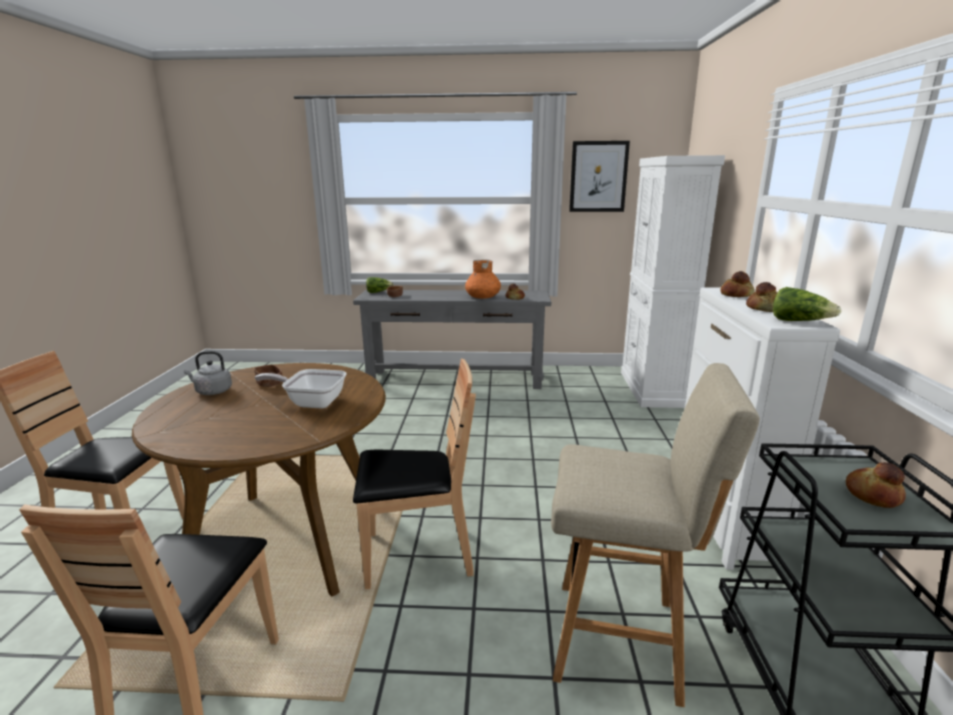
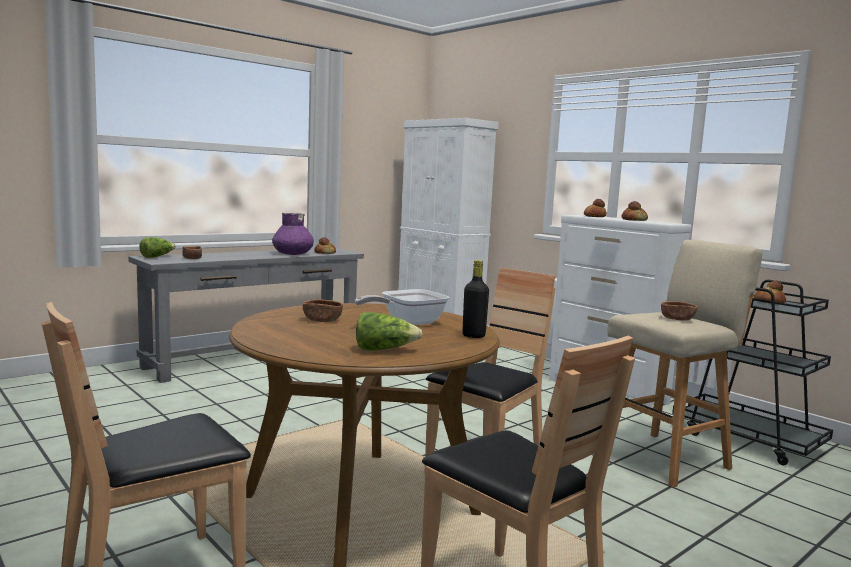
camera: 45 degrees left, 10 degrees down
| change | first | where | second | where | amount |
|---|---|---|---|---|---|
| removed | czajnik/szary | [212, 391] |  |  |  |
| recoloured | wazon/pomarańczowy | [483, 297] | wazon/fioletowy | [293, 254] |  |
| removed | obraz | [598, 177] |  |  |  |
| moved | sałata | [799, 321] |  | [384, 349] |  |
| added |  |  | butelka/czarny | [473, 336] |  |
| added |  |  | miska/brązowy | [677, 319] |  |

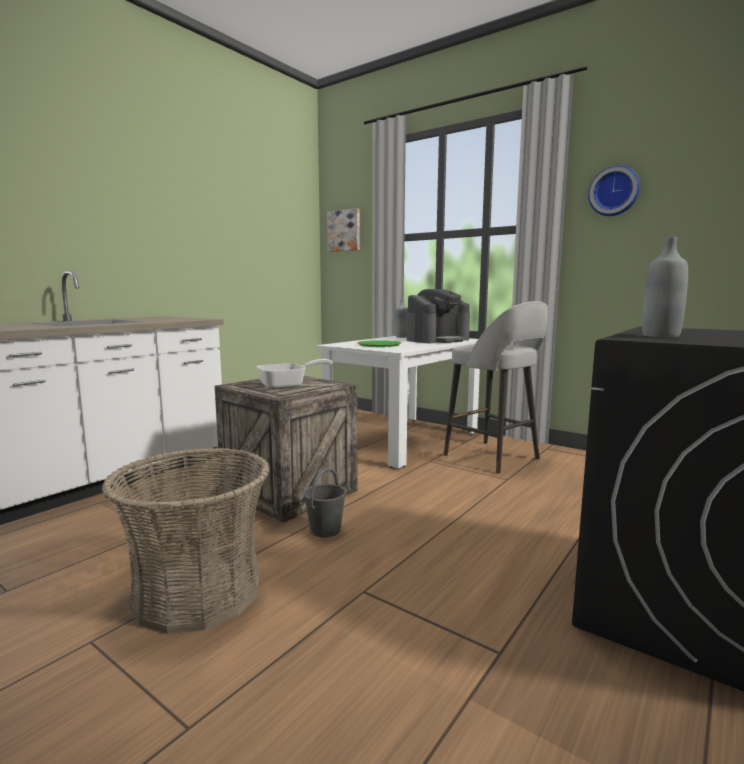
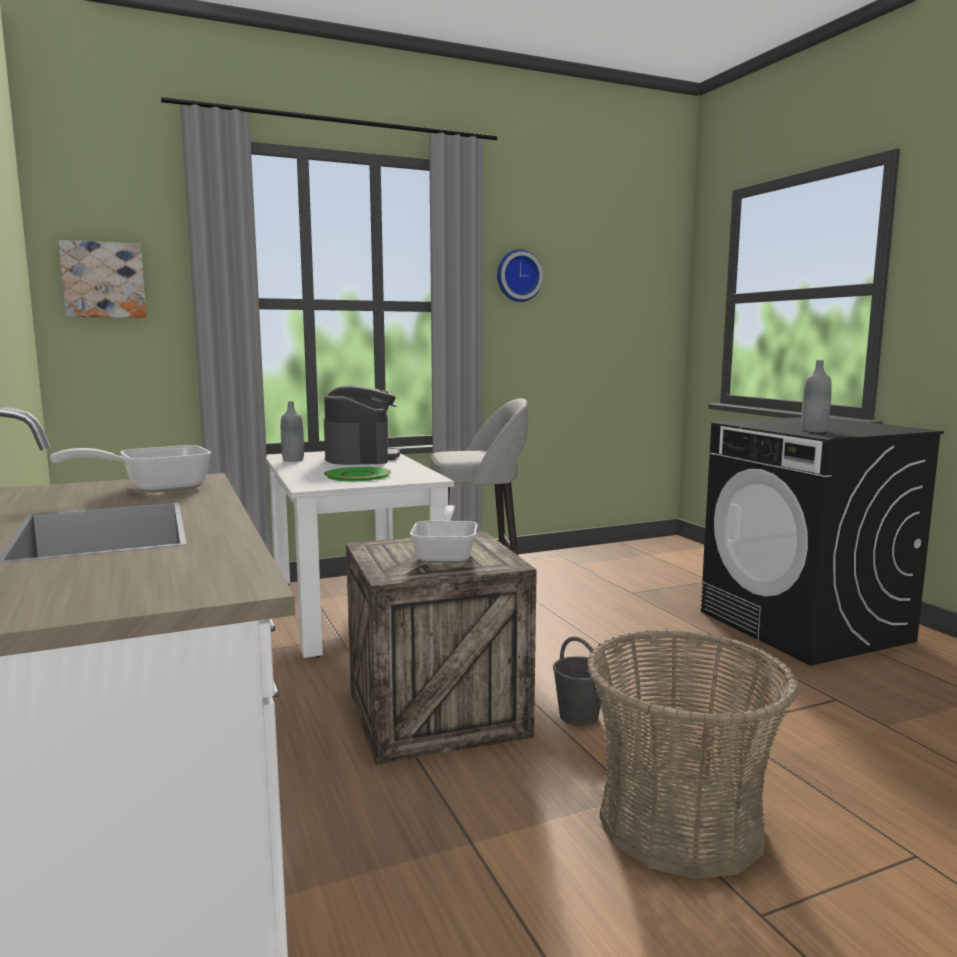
camera: 60 degrees left, 0 degrees up
| change | first | where | second | where | amount |
|---|---|---|---|---|---|
| added |  |  | patelnia | [154, 488] |  |

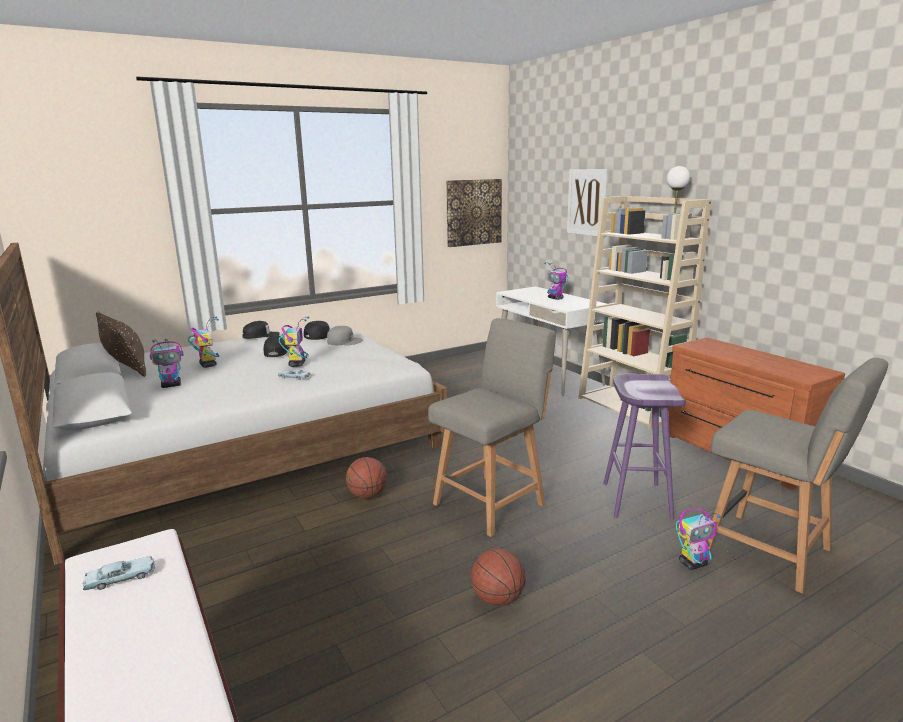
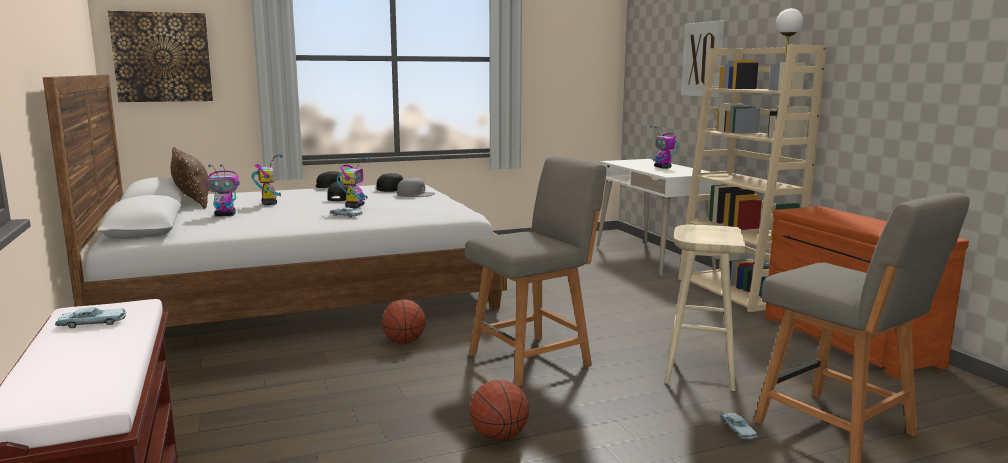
camera: 10 degrees right, 5 degrees down
| change | first | where | second | where | amount |
|---|---|---|---|---|---|
| moved | obraz | [473, 212] |  | [162, 57] |  |
| recoloured | stołek/fioletowy | [635, 499] | stołek/beżowy | [698, 370] |  |
| replaced | robot zabawkowy | [694, 563] | samochodzik/niebieski | [738, 430] |  |

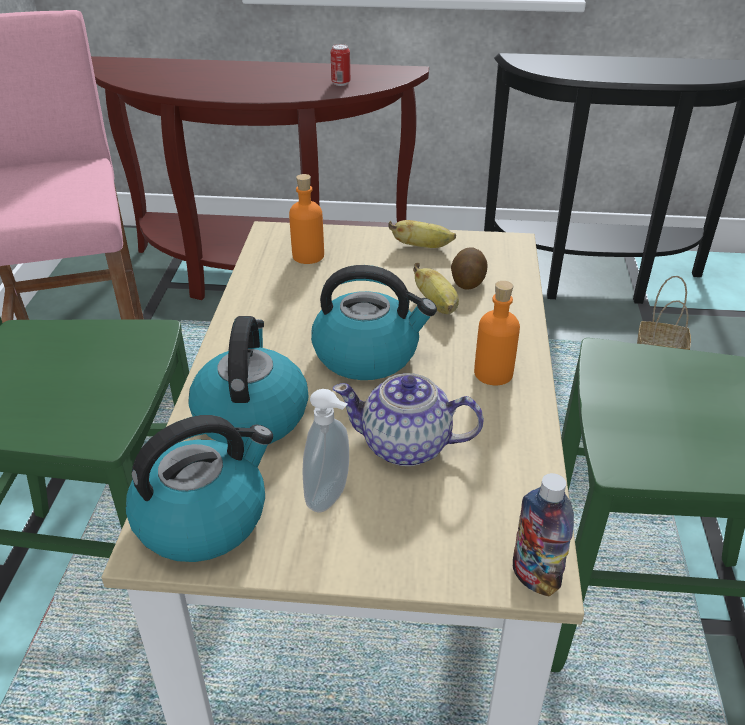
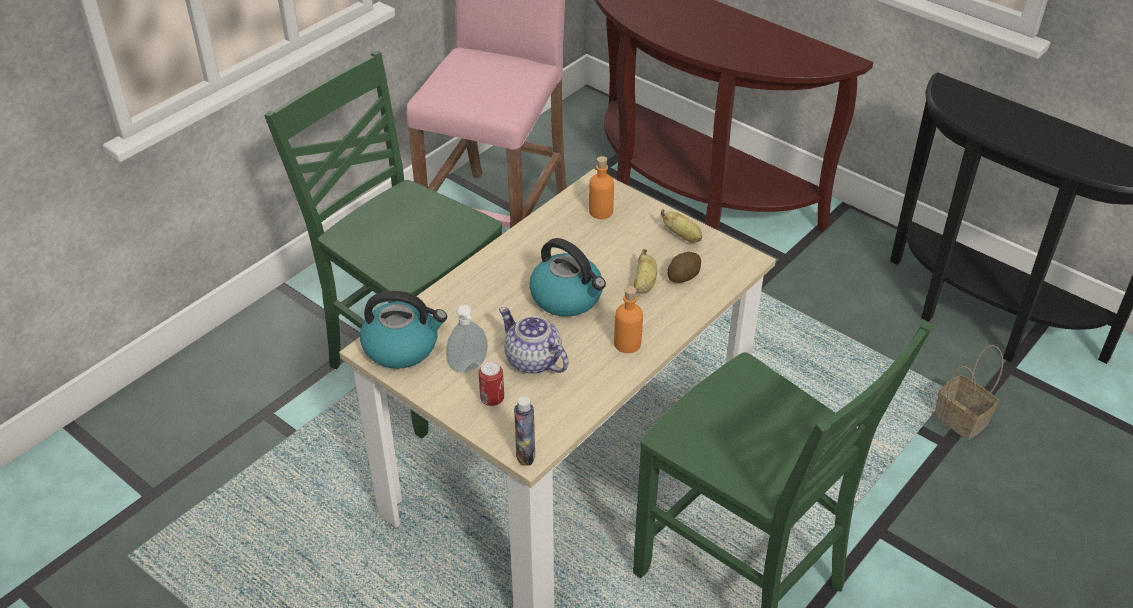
camera: 35 degrees right, 5 degrees up
| change | first | where | second | where | amount |
|---|---|---|---|---|---|
| removed | czajnik | [251, 414] |  |  |  |
| moved | puszka | [341, 83] |  | [492, 399] |  |

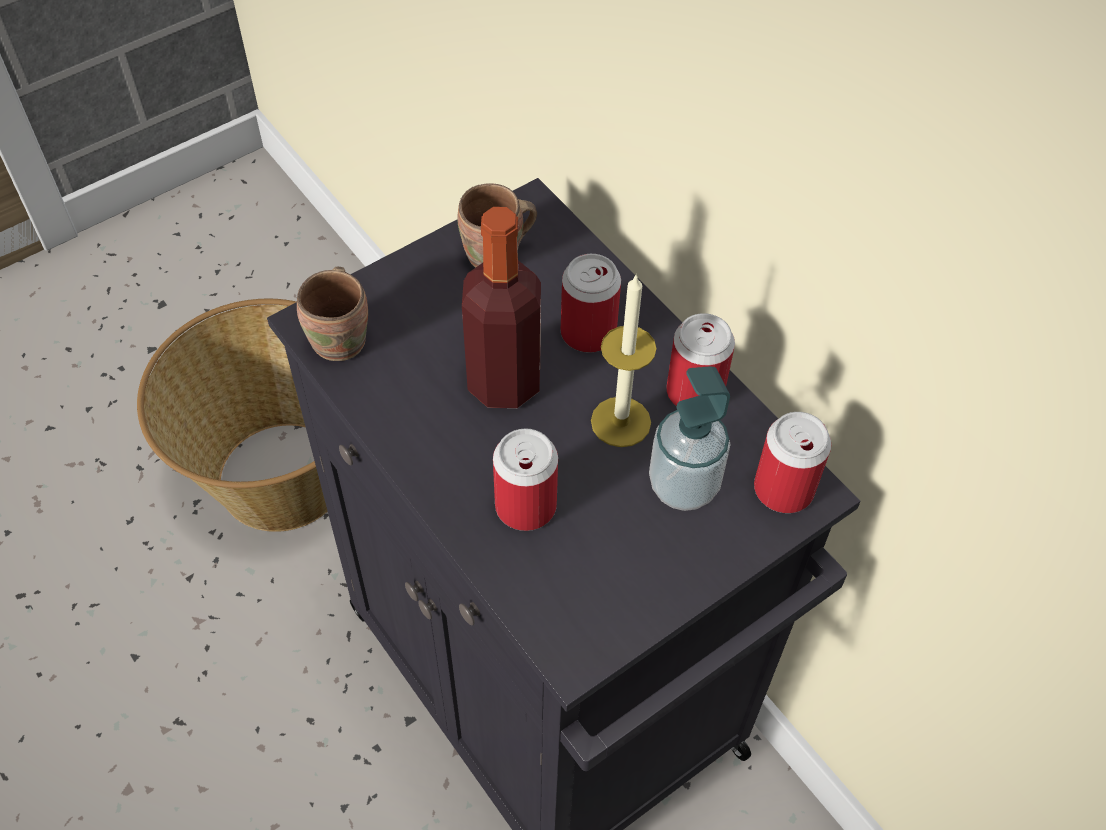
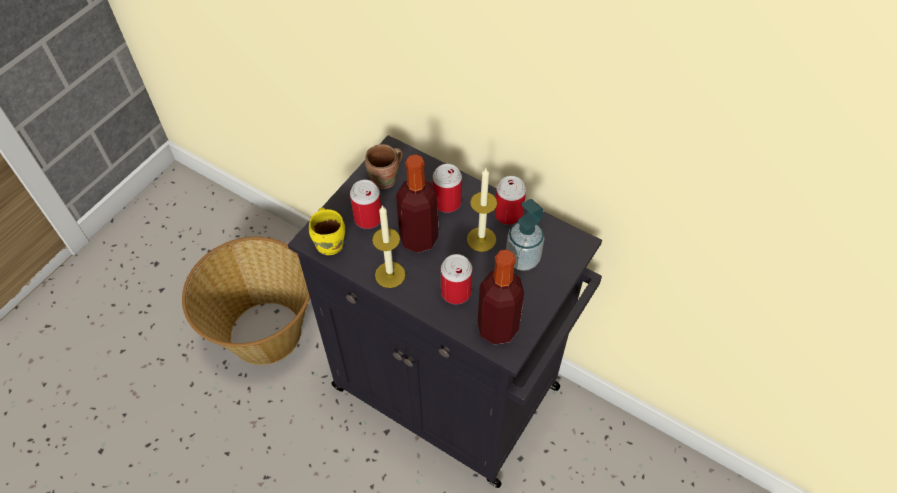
camera: 20 degrees left, 0 degrees up
| change | first | where | second | where | amount |
|---|---|---|---|---|---|
| recoloured | kubek/brązowy | [343, 339] | kubek/żółty | [331, 243] |  |
| moved | puszka | [783, 489] |  | [368, 218] |  |
| added |  |  | świeca | [390, 274] |  |
| added |  |  | butelka | [497, 328] |  |

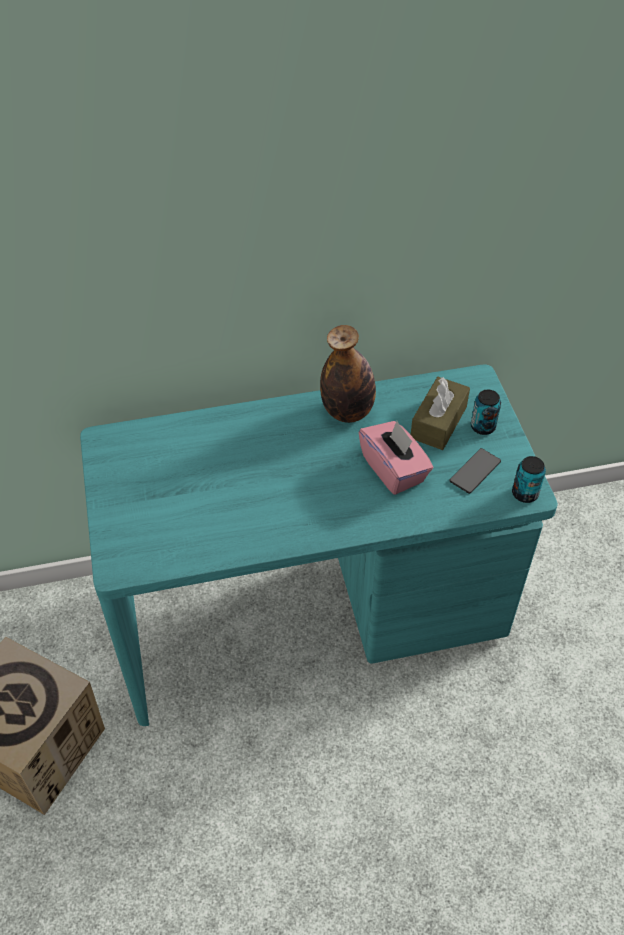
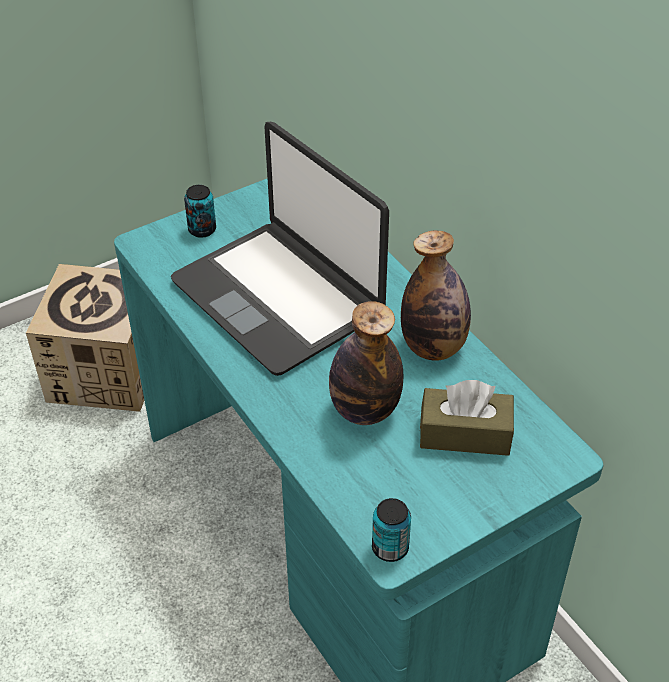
camera: 70 degrees right, 5 degrees down
| change | first | where | second | where | amount |
|---|---|---|---|---|---|
| replaced | pudełko chusteczek/różowy | [394, 470] | butelka | [364, 410] |  |
| removed | telefon | [475, 471] |  |  |  |
| moved | puszka | [482, 427] |  | [202, 230] |  |
| added |  |  | laptop | [279, 297] |  |

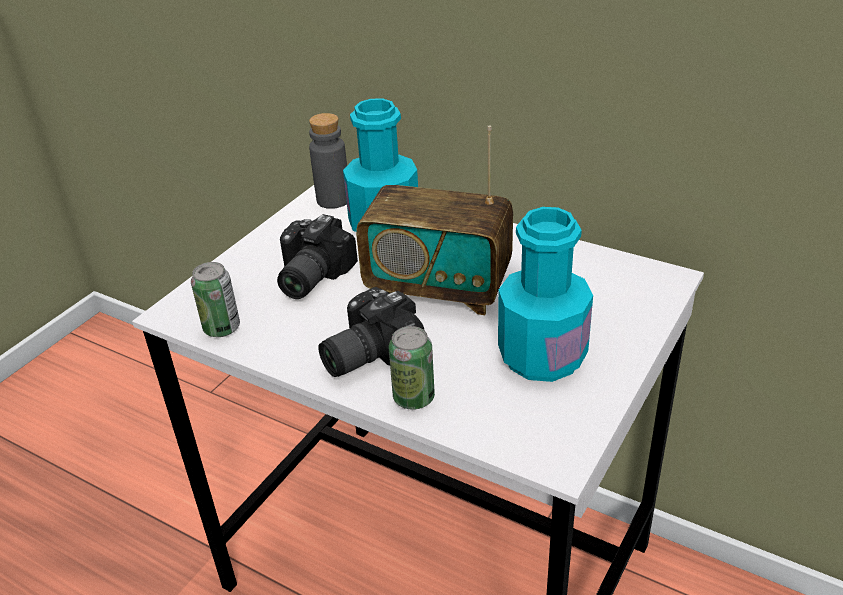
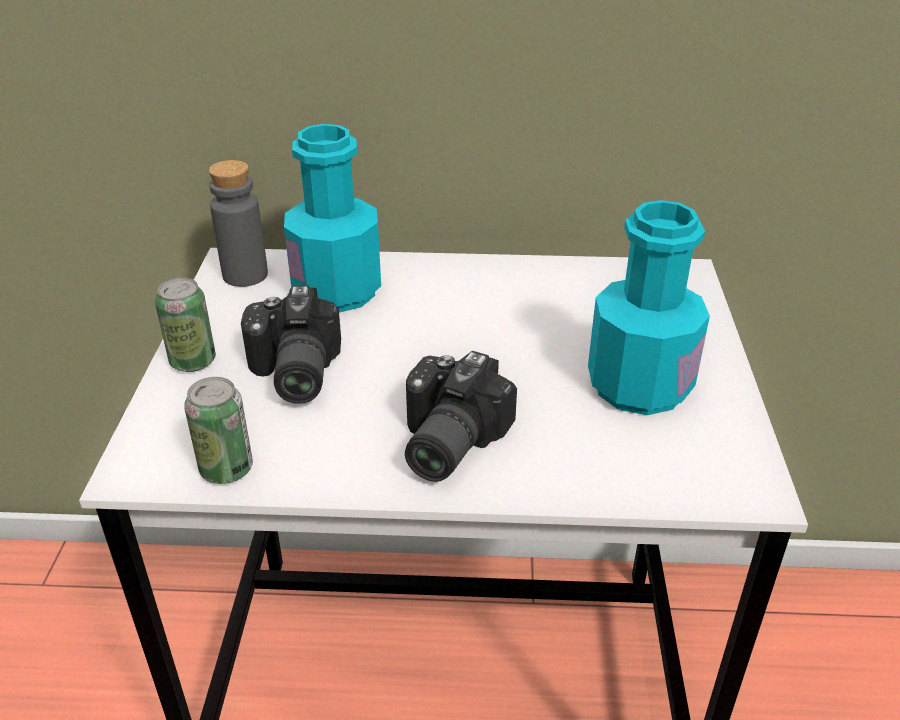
camera: 30 degrees left, 0 degrees up
| change | first | where | second | where | amount |
|---|---|---|---|---|---|
| removed | radio | [438, 289] |  |  |  |
| moved | puszka | [414, 398] |  | [193, 361] |  |

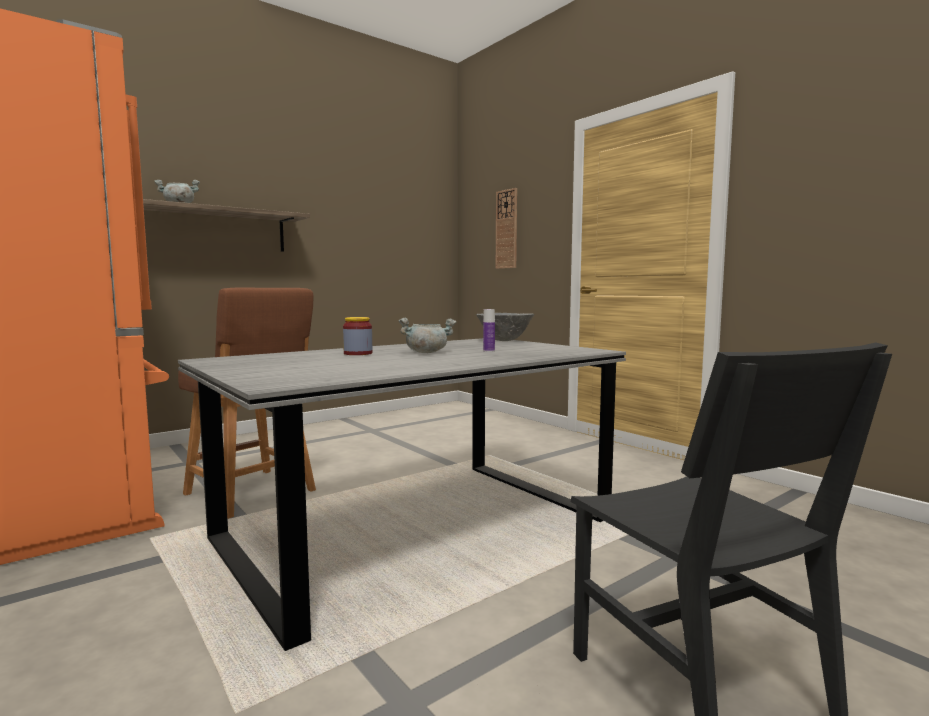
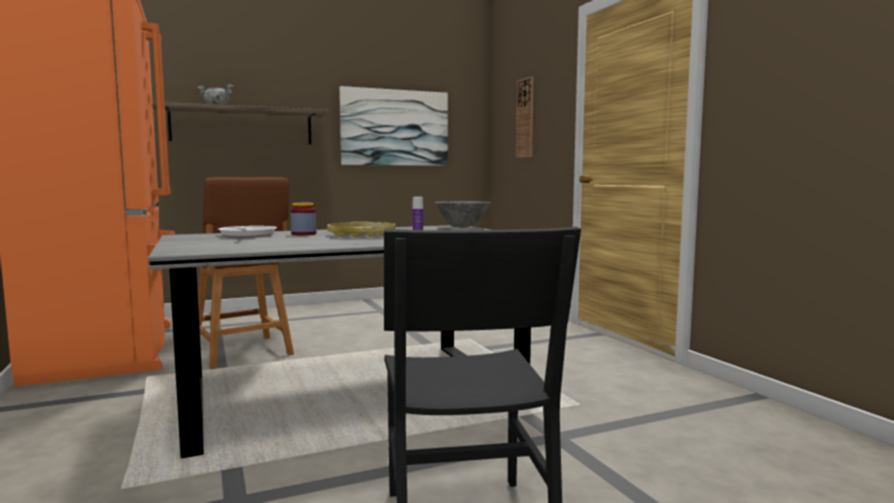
camera: 15 degrees right, 0 degrees up
| change | first | where | second | where | amount |
|---|---|---|---|---|---|
| replaced | garnek/szary | [427, 352] | taca/żółty | [361, 235] |  |
| added |  |  | patelnia | [246, 235] |  |
| added |  |  | obraz | [395, 128] |  |

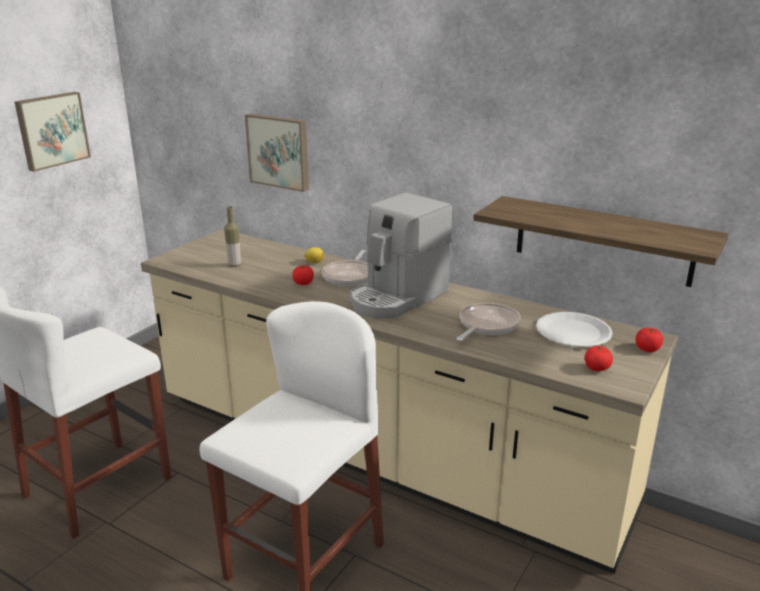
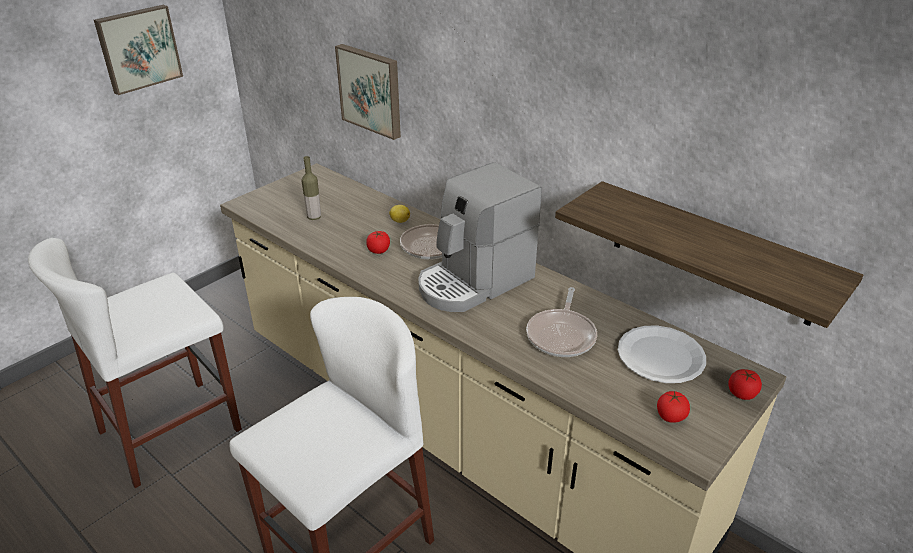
camera: 10 degrees right, 10 degrees up
| change | first | where | second | where | amount |
|---|---|---|---|---|---|
| turned | patelnia | [486, 325] |  | [562, 335] | 150 degrees clockwise |

